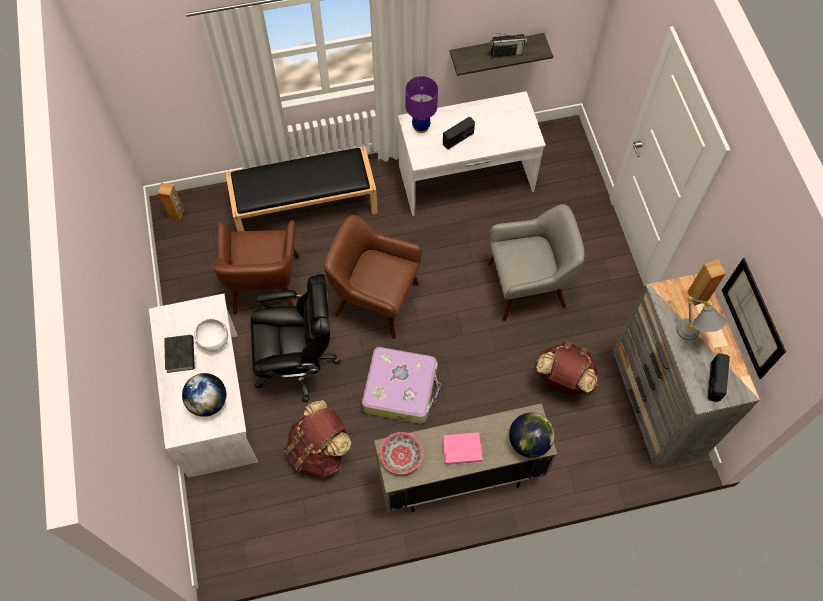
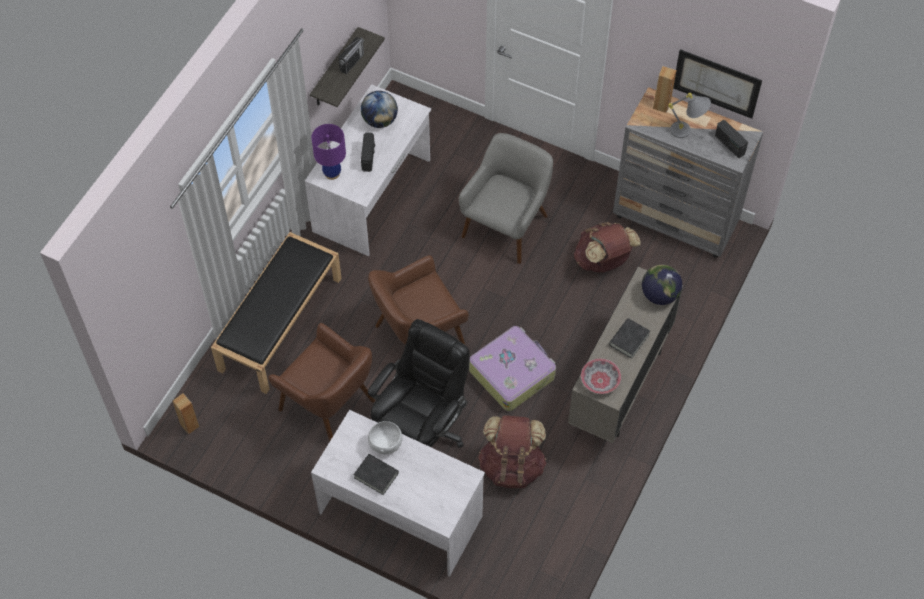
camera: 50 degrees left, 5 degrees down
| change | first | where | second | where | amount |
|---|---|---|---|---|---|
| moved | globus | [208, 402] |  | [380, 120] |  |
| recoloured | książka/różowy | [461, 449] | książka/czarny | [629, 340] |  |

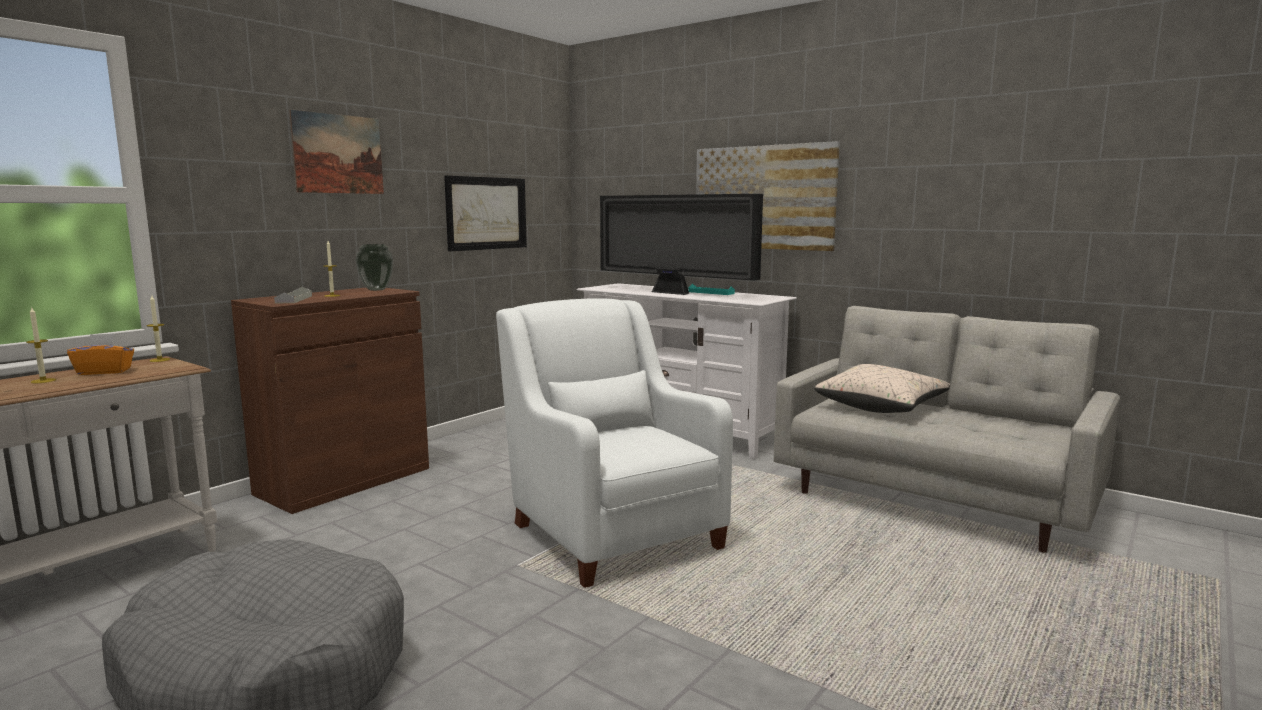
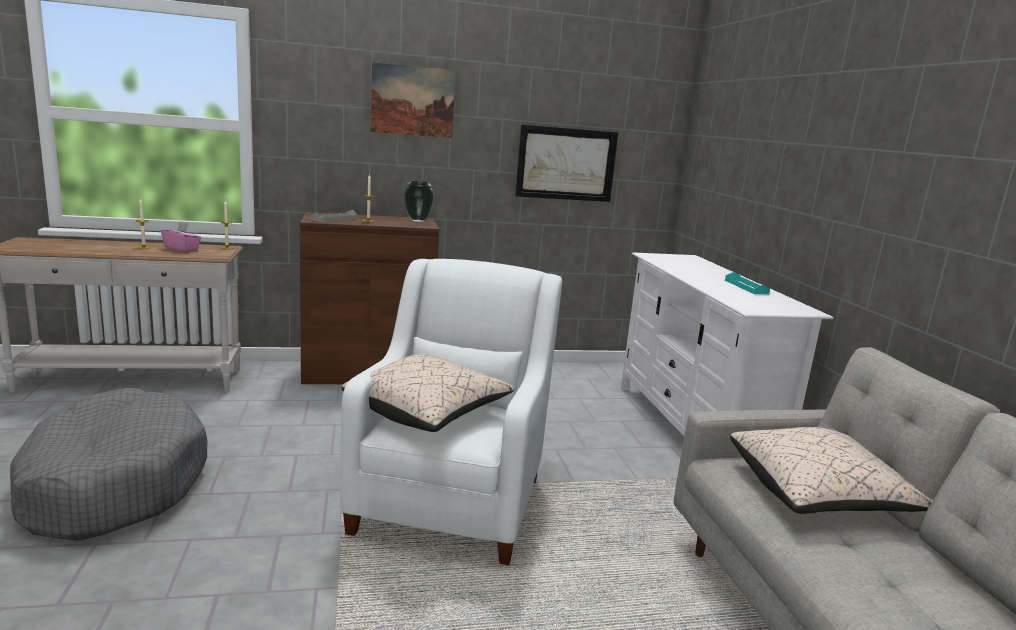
camera: 40 degrees right, 5 degrees up
| change | first | where | second | where | amount |
|---|---|---|---|---|---|
| recoloured | pudełko chusteczek/pomarańczowy | [104, 371] | pudełko chusteczek/różowy | [182, 249] |  |
| removed | telewizor | [673, 293] |  |  |  |
| removed | obraz | [763, 197] |  |  |  |
| added |  |  | poduszka/beżowy | [428, 412] |  |

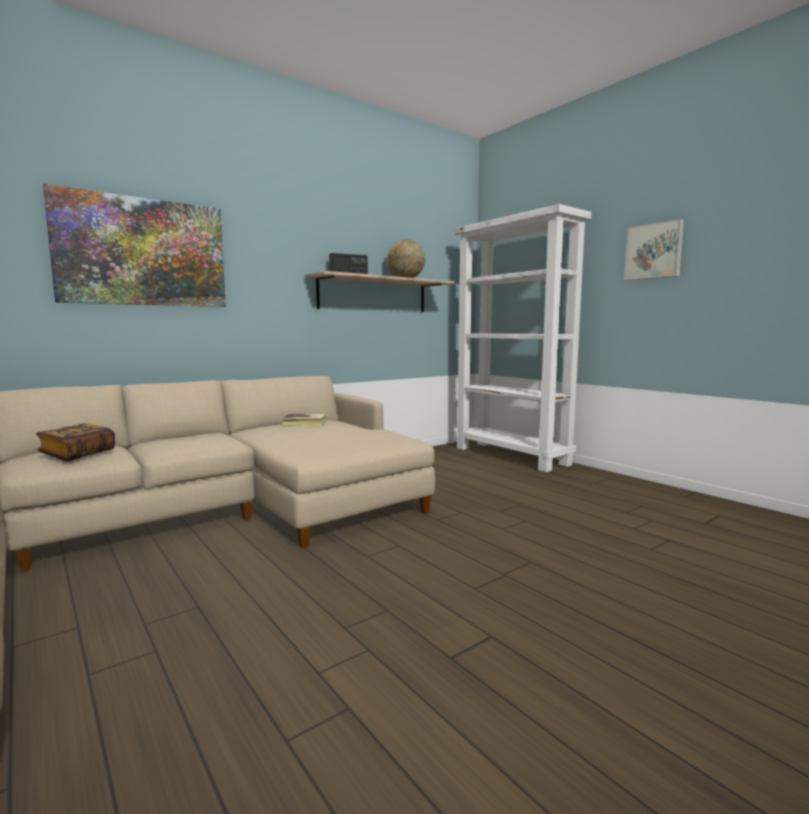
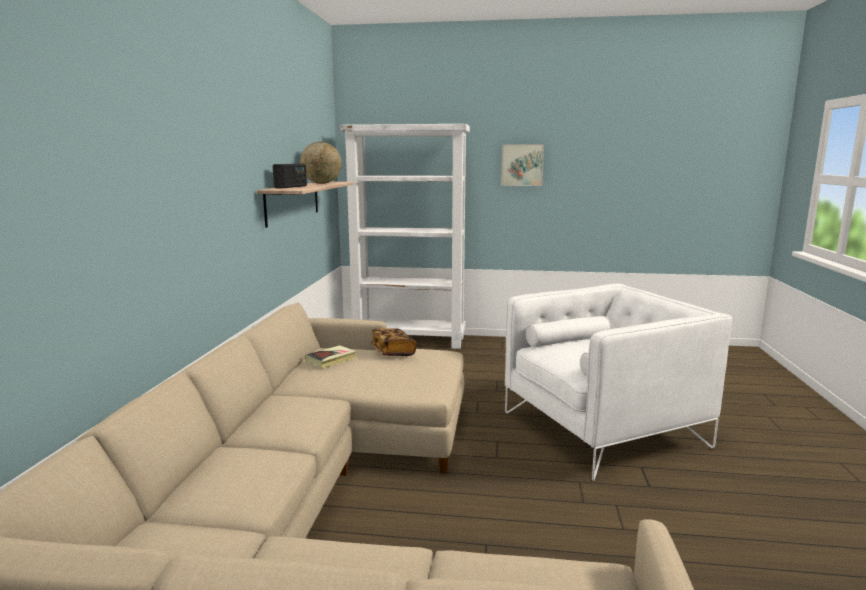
camera: 45 degrees left, 5 degrees up
| change | first | where | second | where | amount |
|---|---|---|---|---|---|
| moved | książka | [78, 454] |  | [393, 352] |  |
| removed | obraz | [143, 252] |  |  |  |
| added |  |  | fotel/biały | [603, 429] |  |

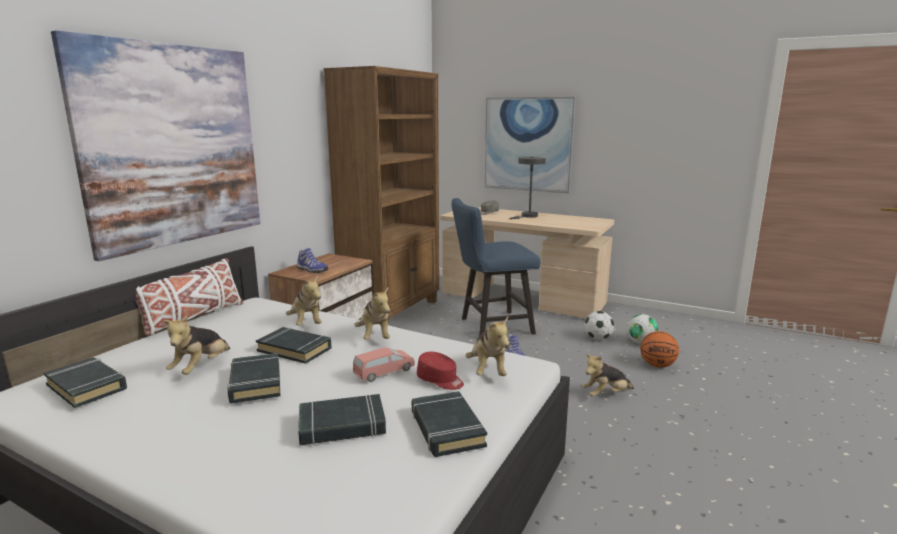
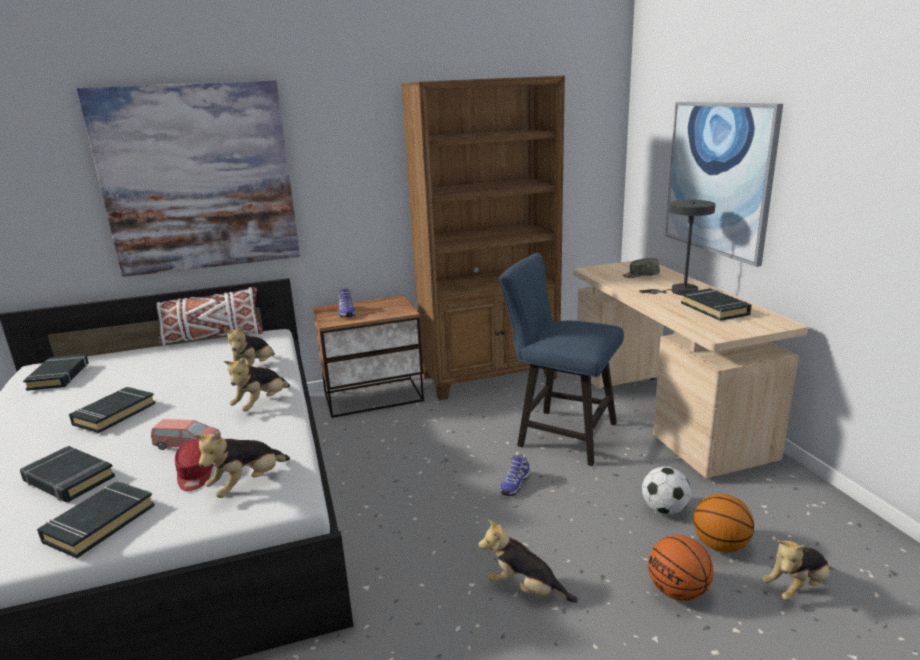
camera: 45 degrees right, 5 degrees up
| change | first | where | second | where | amount |
|---|---|---|---|---|---|
| moved | pluszak | [201, 368] |  | [796, 587] |  |
| moved | książka/czarny | [295, 349] |  | [715, 309] |  |
| replaced | piłka futbolowa | [640, 343] | piłka do koszykówki | [720, 545] |  |

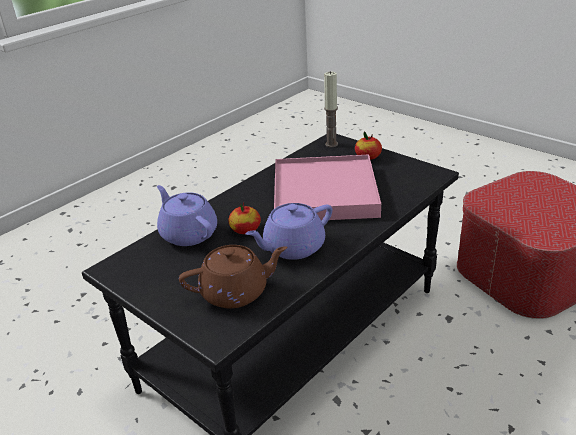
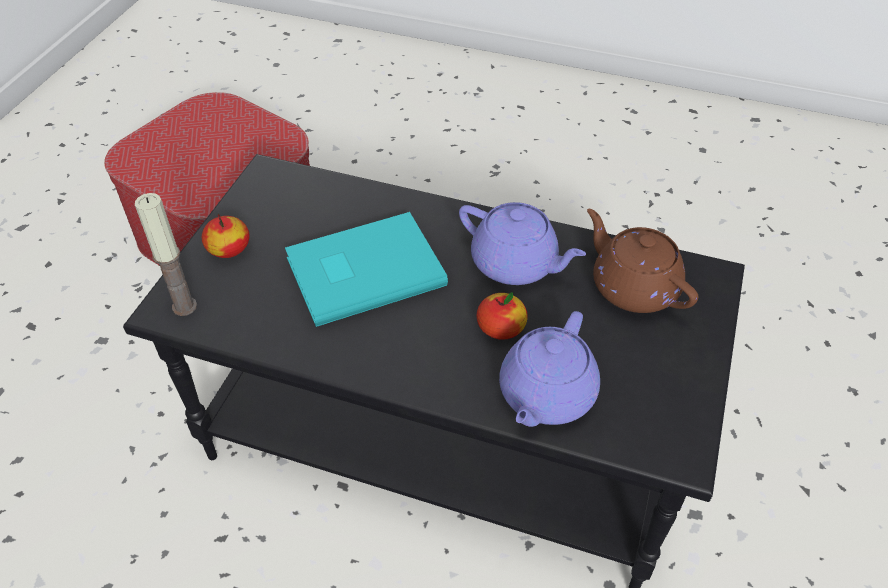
camera: 115 degrees left, 15 degrees up
| change | first | where | second | where | amount |
|---|---|---|---|---|---|
| replaced | taca/różowy | [325, 193] | książka/turkusowy | [362, 270] |  |

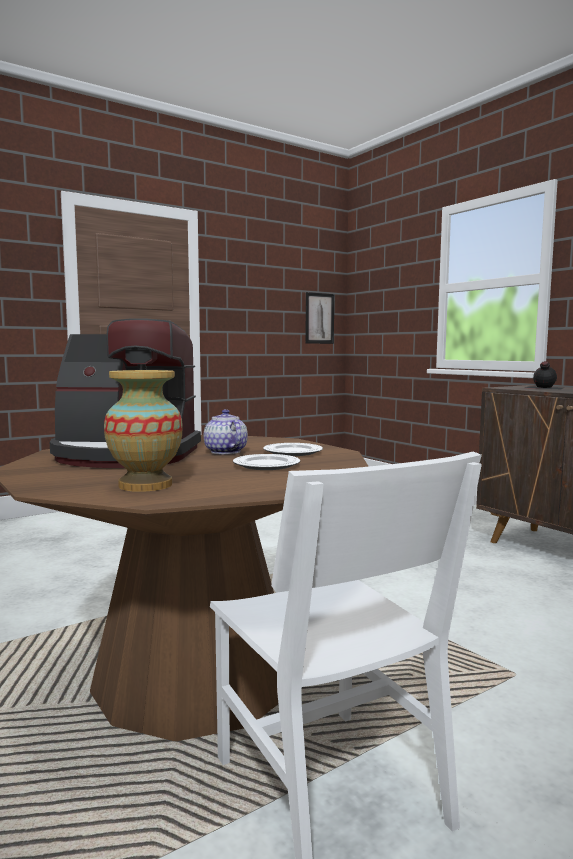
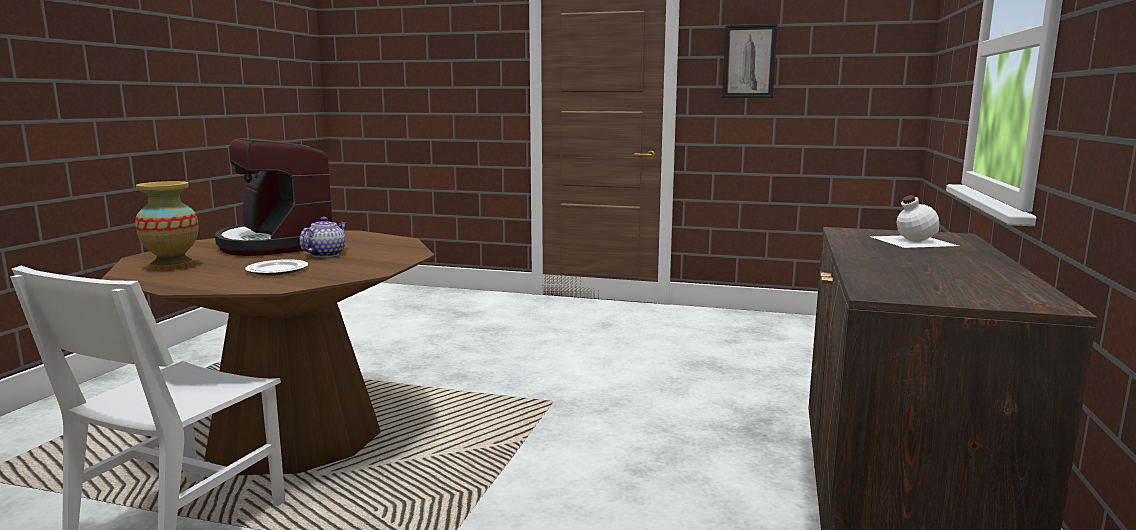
camera: 50 degrees right, 5 degrees up
| change | first | where | second | where | amount |
|---|---|---|---|---|---|
| removed | talerz | [293, 452] |  |  |  |
| moved | obraz | [319, 318] |  | [749, 61] |  |
| recoloured | butelka/czarny | [543, 387] | butelka/biały | [911, 240] |  |

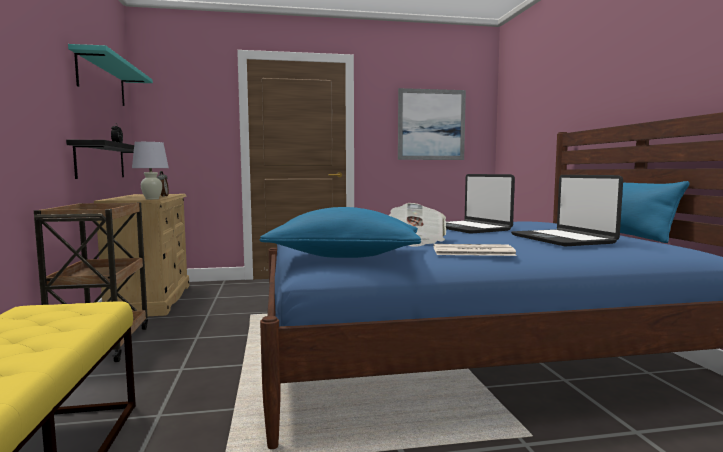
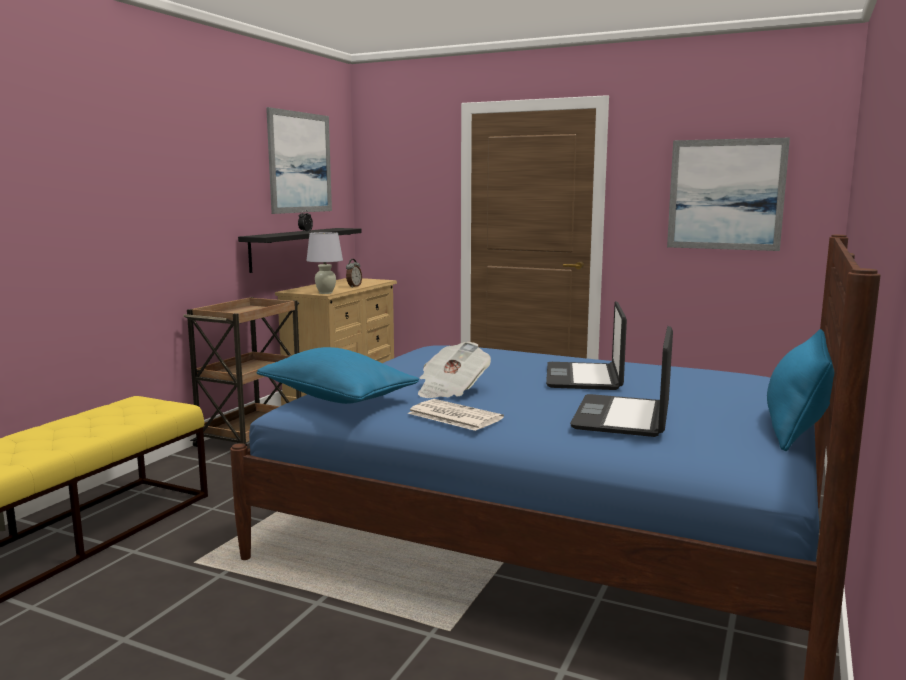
camera: 35 degrees right, 5 degrees up
| change | first | where | second | where | amount |
|---|---|---|---|---|---|
| replaced | półka/turkusowy | [102, 80] | obraz | [300, 162] |  |

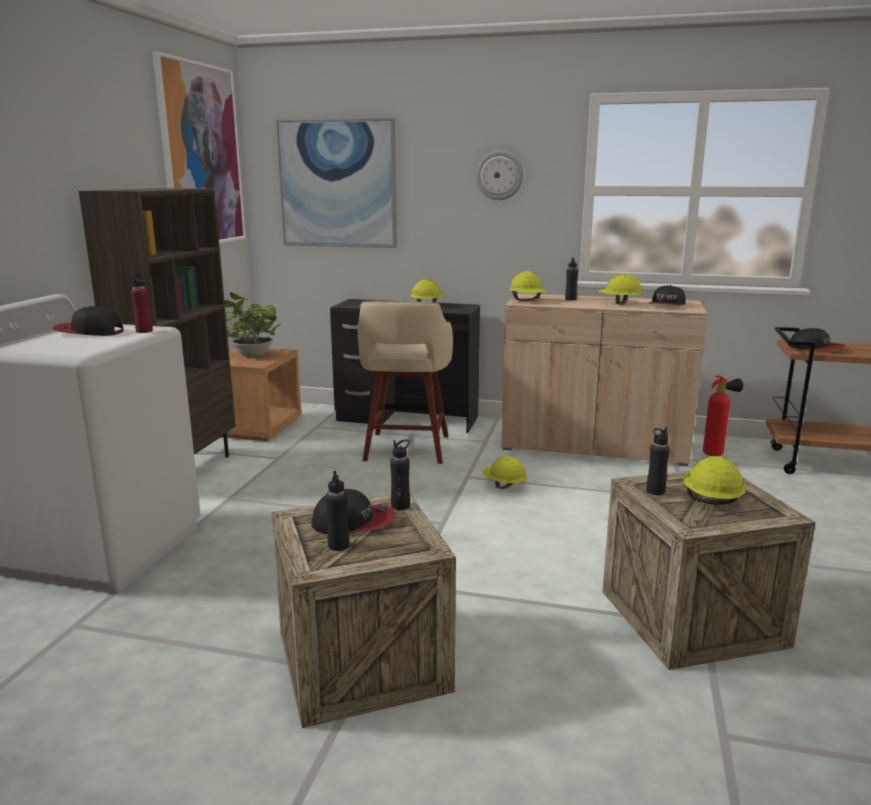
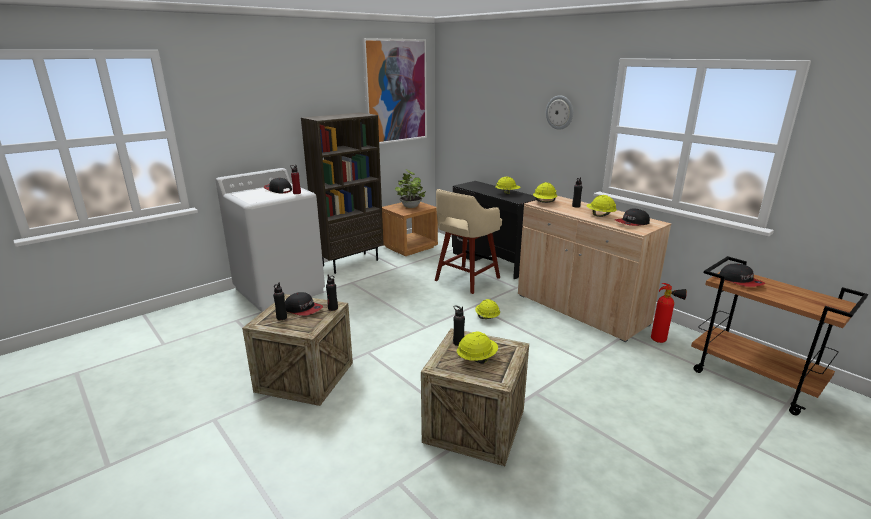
camera: 35 degrees right, 5 degrees up
| change | first | where | second | where | amount |
|---|---|---|---|---|---|
| removed | obraz | [338, 184] |  |  |  |

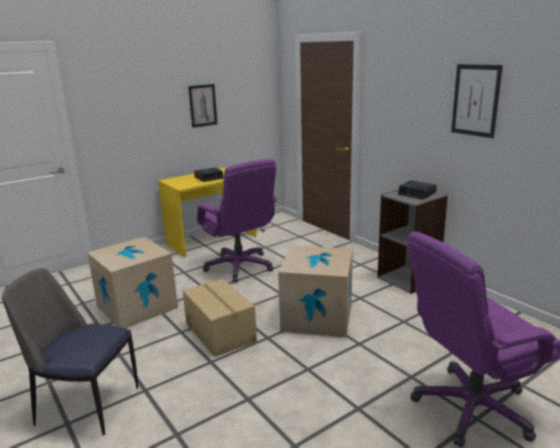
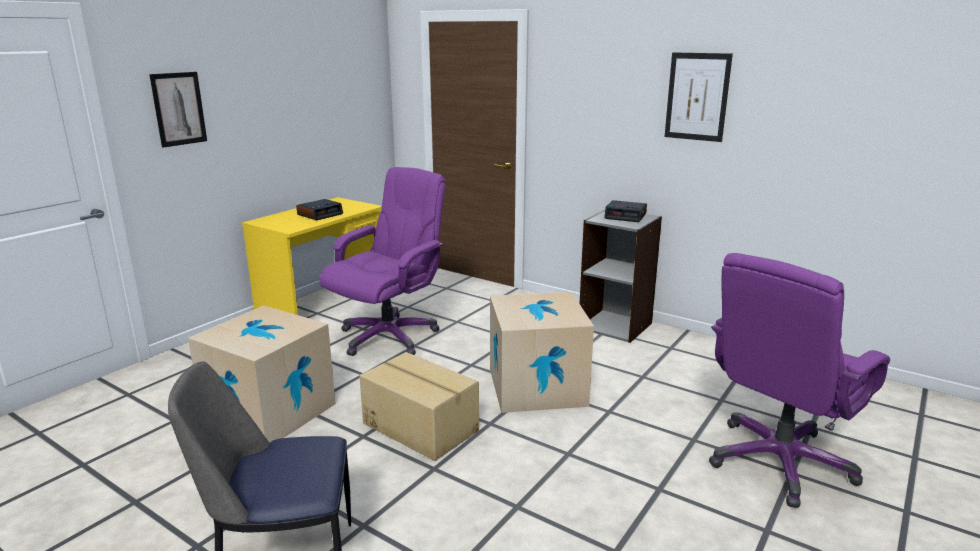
camera: 20 degrees left, 0 degrees up
| change | first | where | second | where | amount |
|---|---|---|---|---|---|
| moved | obraz | [203, 105] |  | [179, 109] |  |
| turned | krzesło biurowe/fioletowy | [239, 266] |  | [389, 336] | 90 degrees counterclockwise |

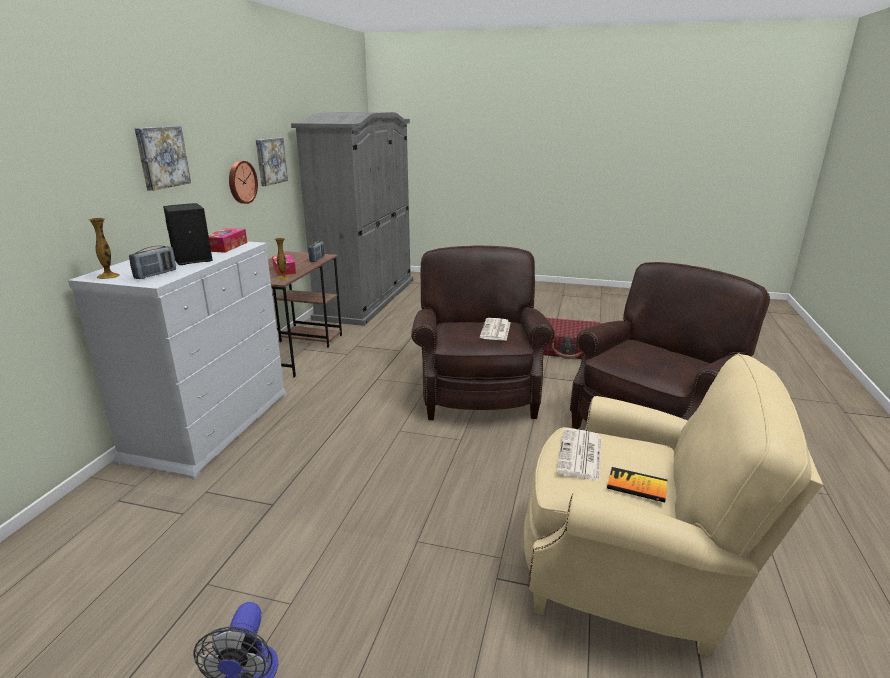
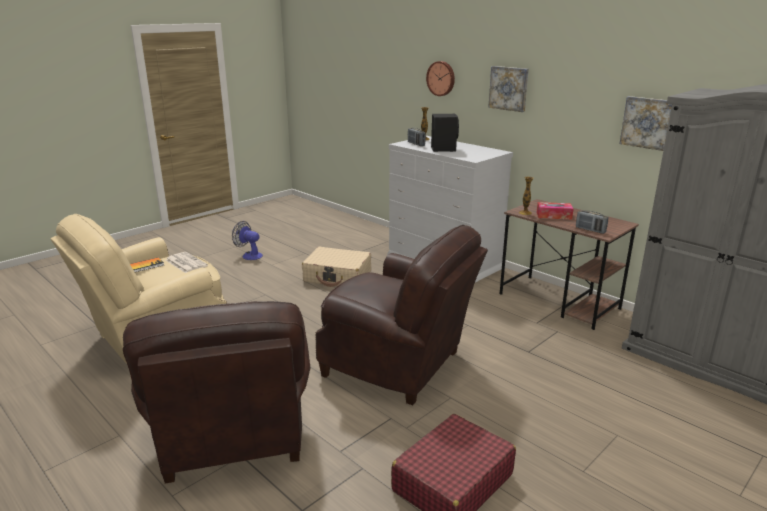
camera: 120 degrees right, 0 degrees up
| change | first | where | second | where | amount |
|---|---|---|---|---|---|
| removed | pudełko chusteczek | [226, 247] |  |  |  |
| moved | zegar ścienny | [241, 182] |  | [441, 78] |  |
| removed | gazeta | [496, 330] |  |  |  |
| added |  |  | walizka/beżowy | [338, 276] |  |

